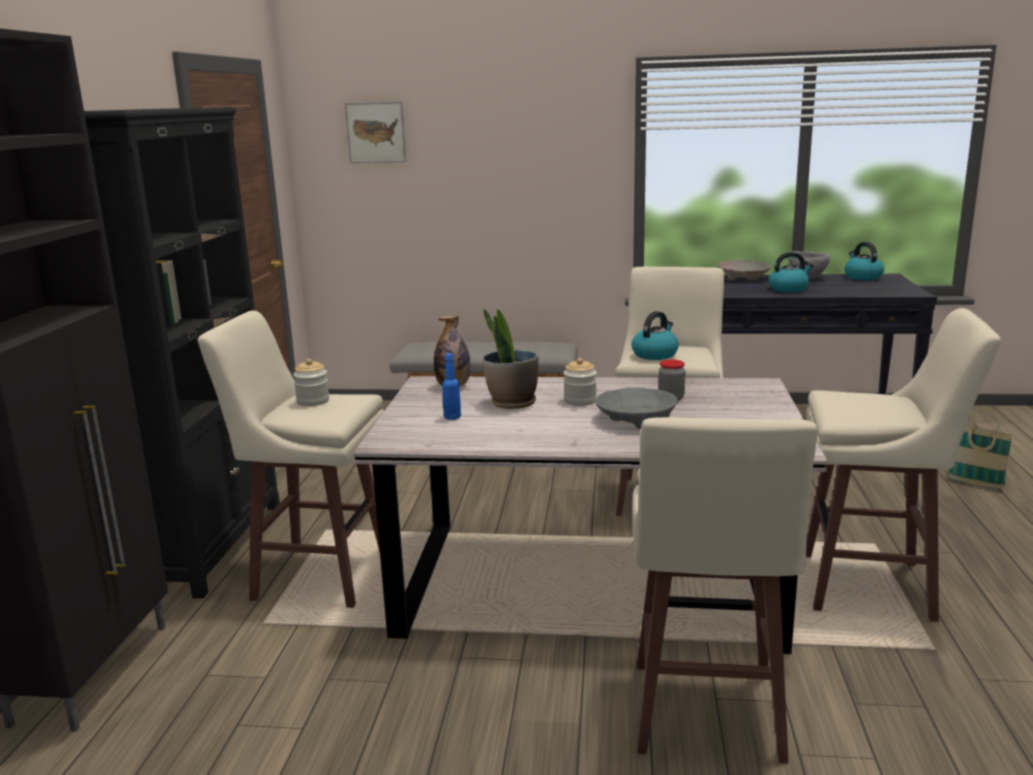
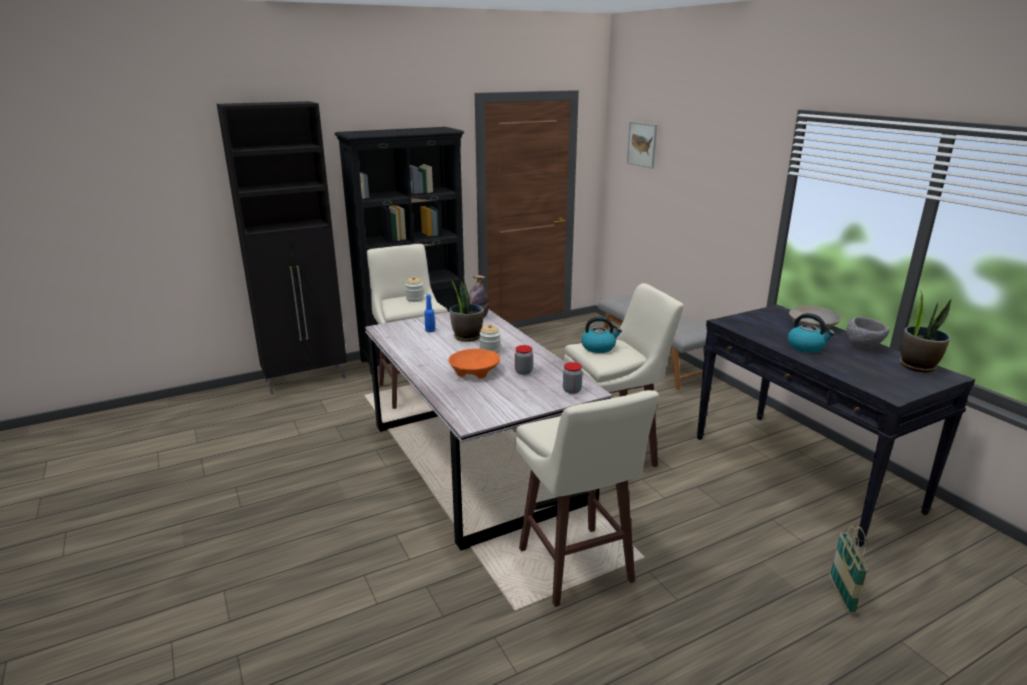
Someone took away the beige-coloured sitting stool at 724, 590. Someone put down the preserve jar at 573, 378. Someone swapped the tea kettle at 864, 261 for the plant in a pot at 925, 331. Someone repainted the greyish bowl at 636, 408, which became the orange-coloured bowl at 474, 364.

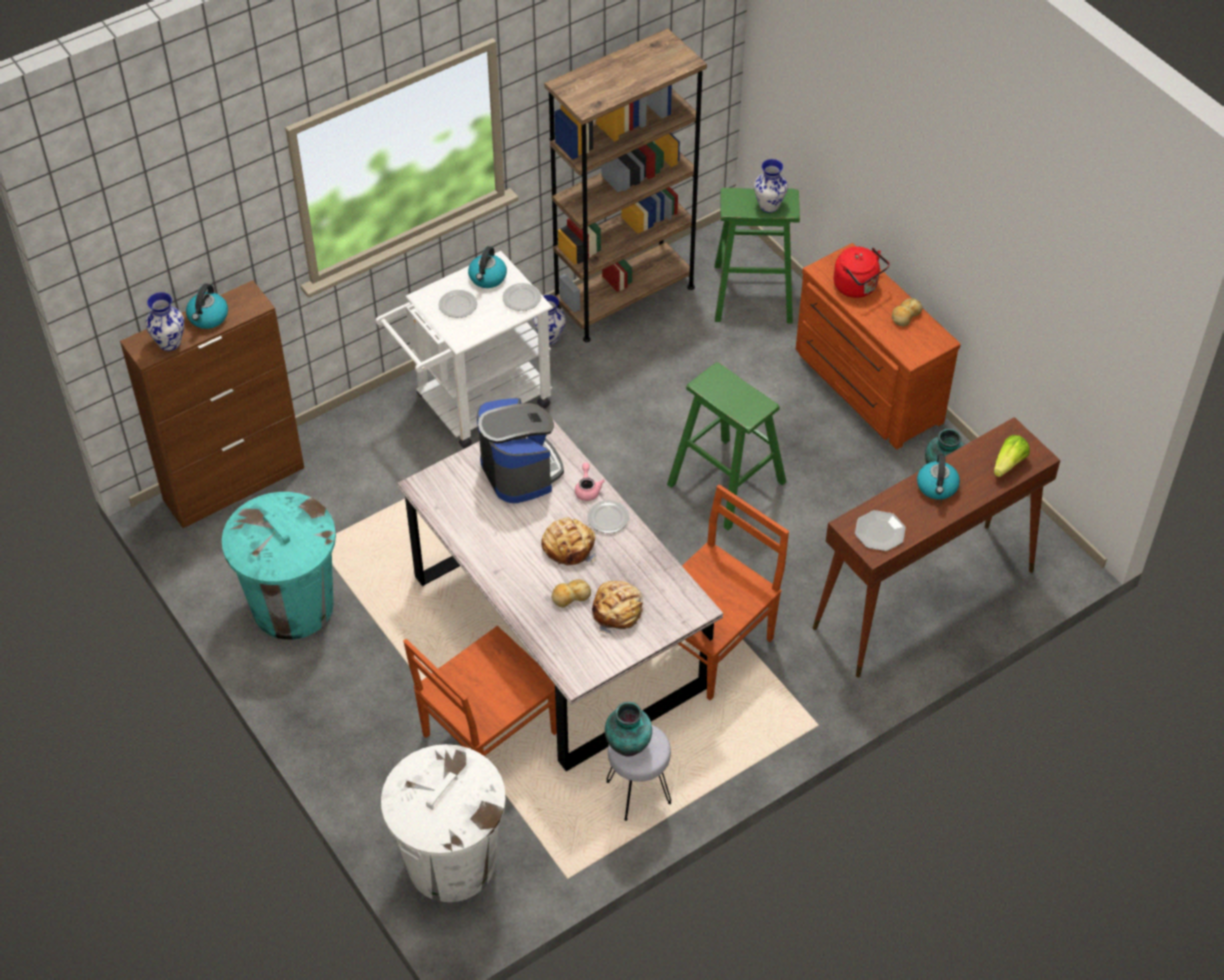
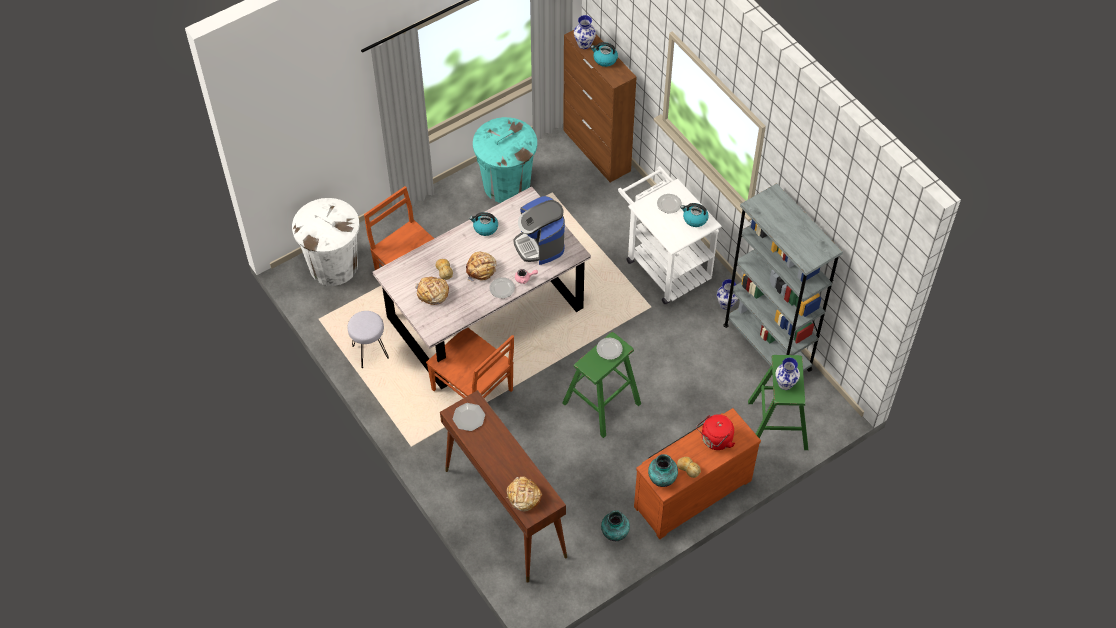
Someone carried the dinner plate from 522, 297 to 610, 349. Someone carried the vase from 628, 729 to 663, 470. Someone carried the tea kettle from 938, 477 to 483, 224. Someone swapped the lettuce head at 1012, 456 for the bakery bread at 524, 494. Someone repainted the brown bookshelf at 625, 185, which became the greyish bookshelf at 783, 277. Someone rotated the coffee maker at 520, 450 by 90 degrees clockwise.

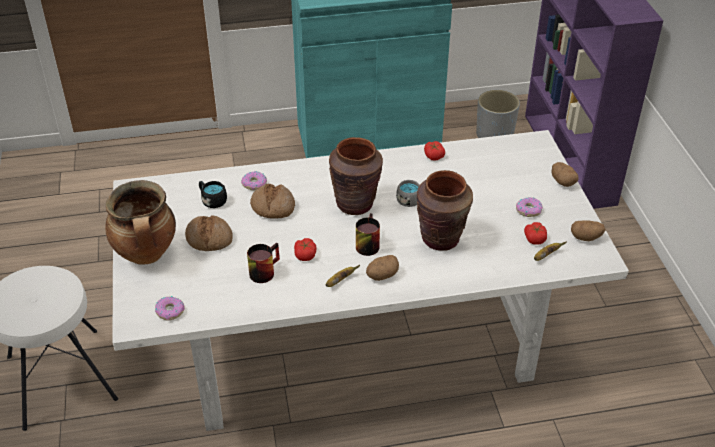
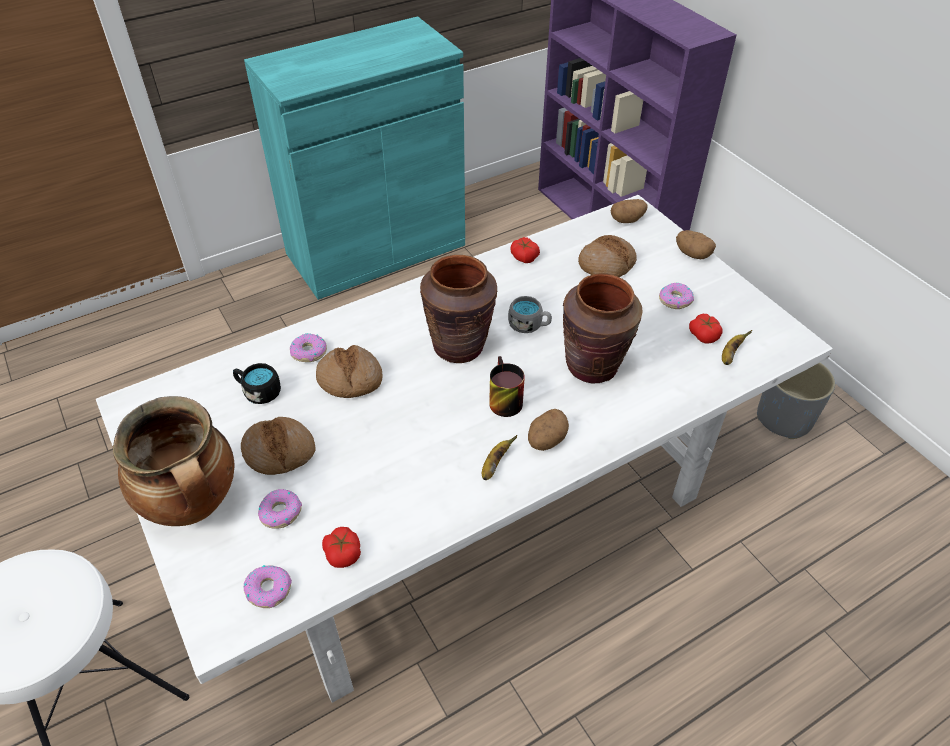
Someone took away the coffee mug at 263, 263. Someone put down the doughnut at 280, 509. Someone put down the bakery bread at 607, 256. Someone carried the tomato from 305, 249 to 341, 547. Someone carried the greyish planter from 498, 114 to 796, 401. Someone carried the whole potato from 588, 230 to 629, 211.

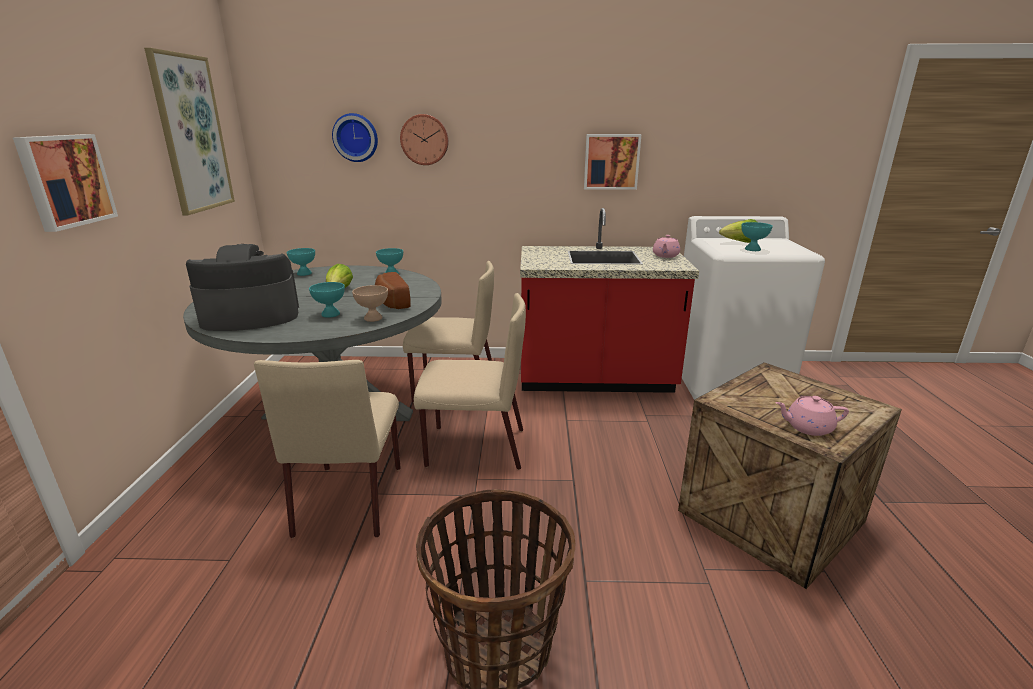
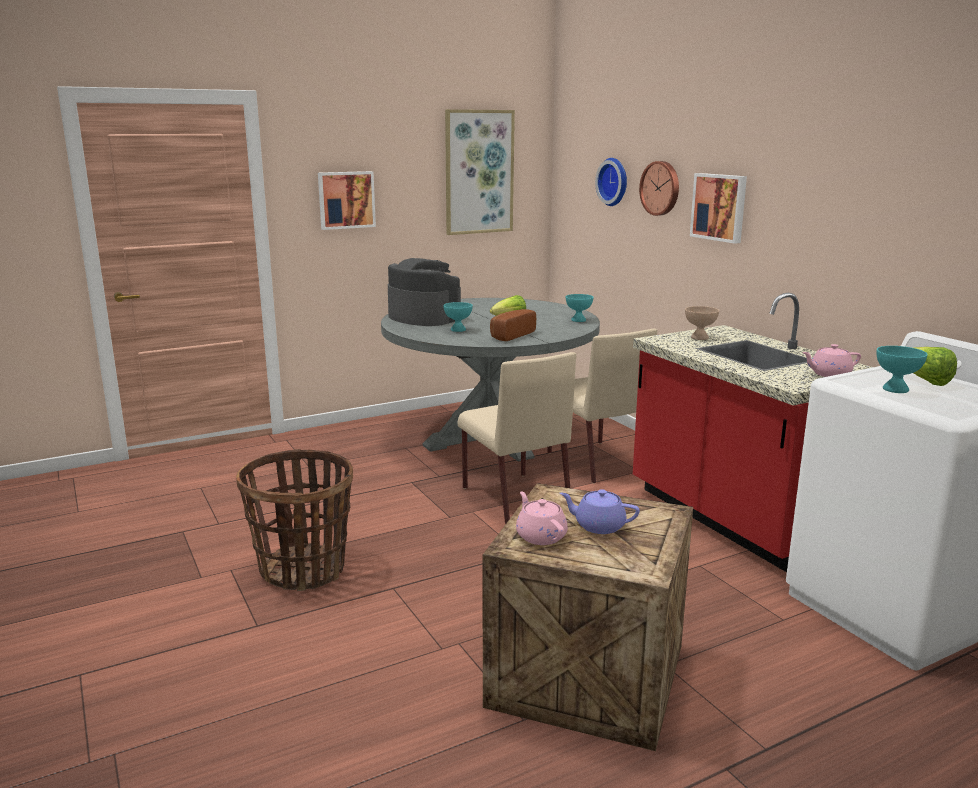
Someone took away the beige-coloured plain chair at 327, 449. Someone took away the blue-green bowl at 301, 262. Someone put down the purple-coloured pot for tea at 600, 511. Someone carried the beige-coloured bowl from 370, 303 to 702, 323. Someone carried the picture from 612, 162 to 718, 208.

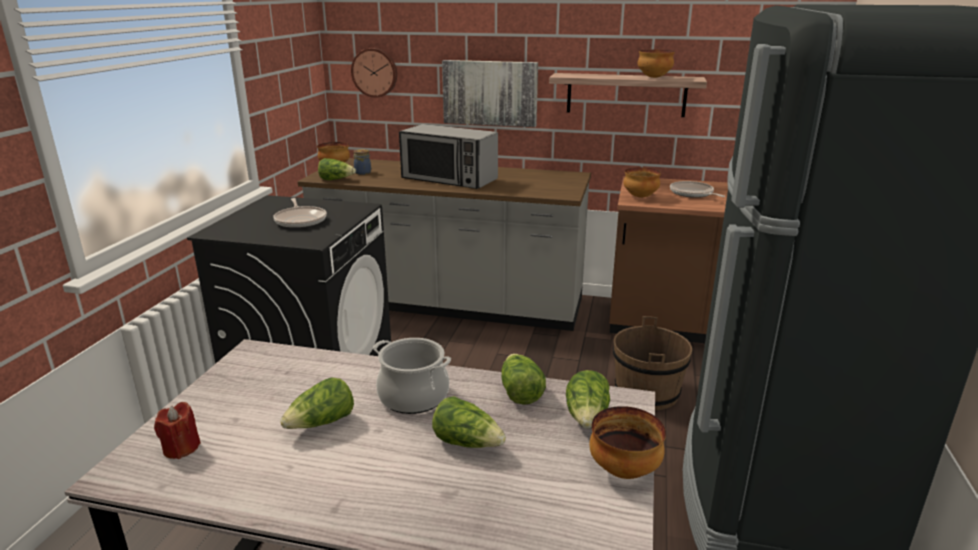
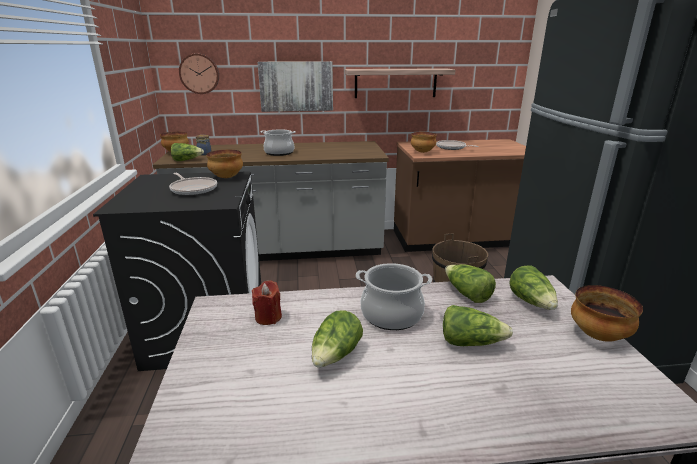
Someone carried the reddish wax light from 177, 430 to 267, 302. Someone carried the bowl from 656, 64 to 224, 164. Someone swapped the microwave oven at 448, 156 for the saucepot at 278, 142.

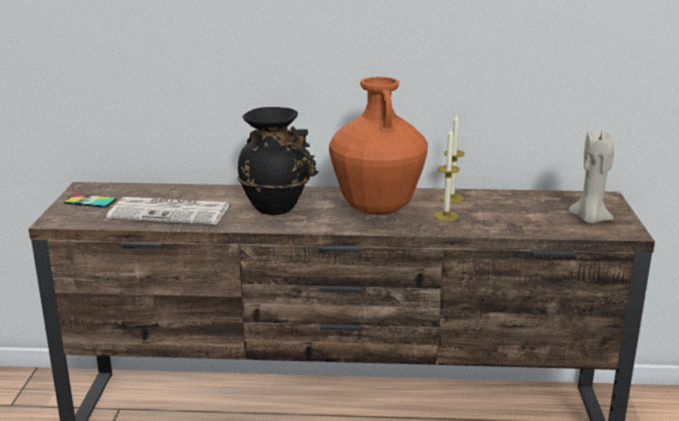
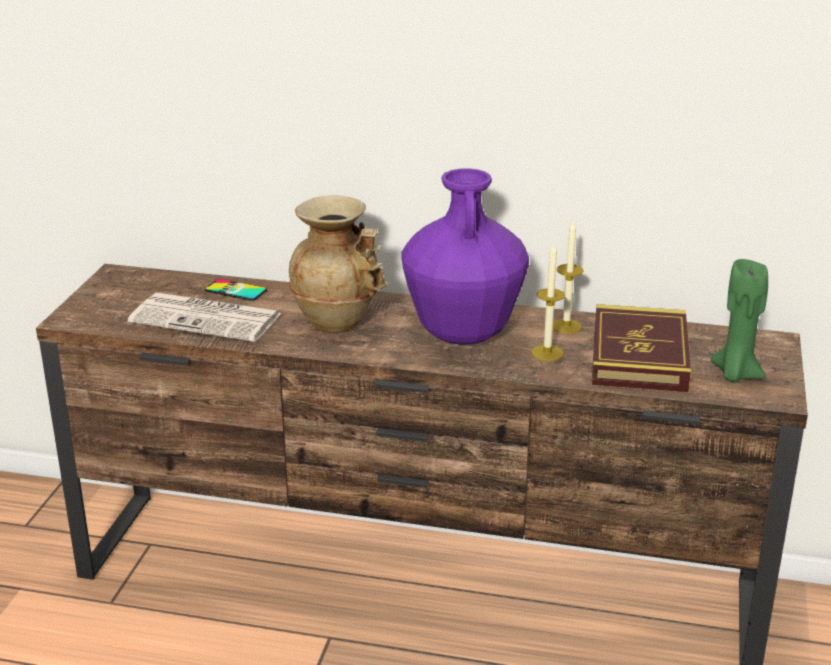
Someone put down the bound book at 641, 348. Someone carried the phone from 90, 201 to 235, 290. Someone repainted the black-coloured vase at 278, 161, which became the beige-coloured vase at 338, 264. Someone repainted the orange-coloured vase at 378, 146, which became the purple-coloured vase at 465, 256. Someone repainted the beige-coloured wax light at 591, 177, which became the green-coloured wax light at 739, 320.

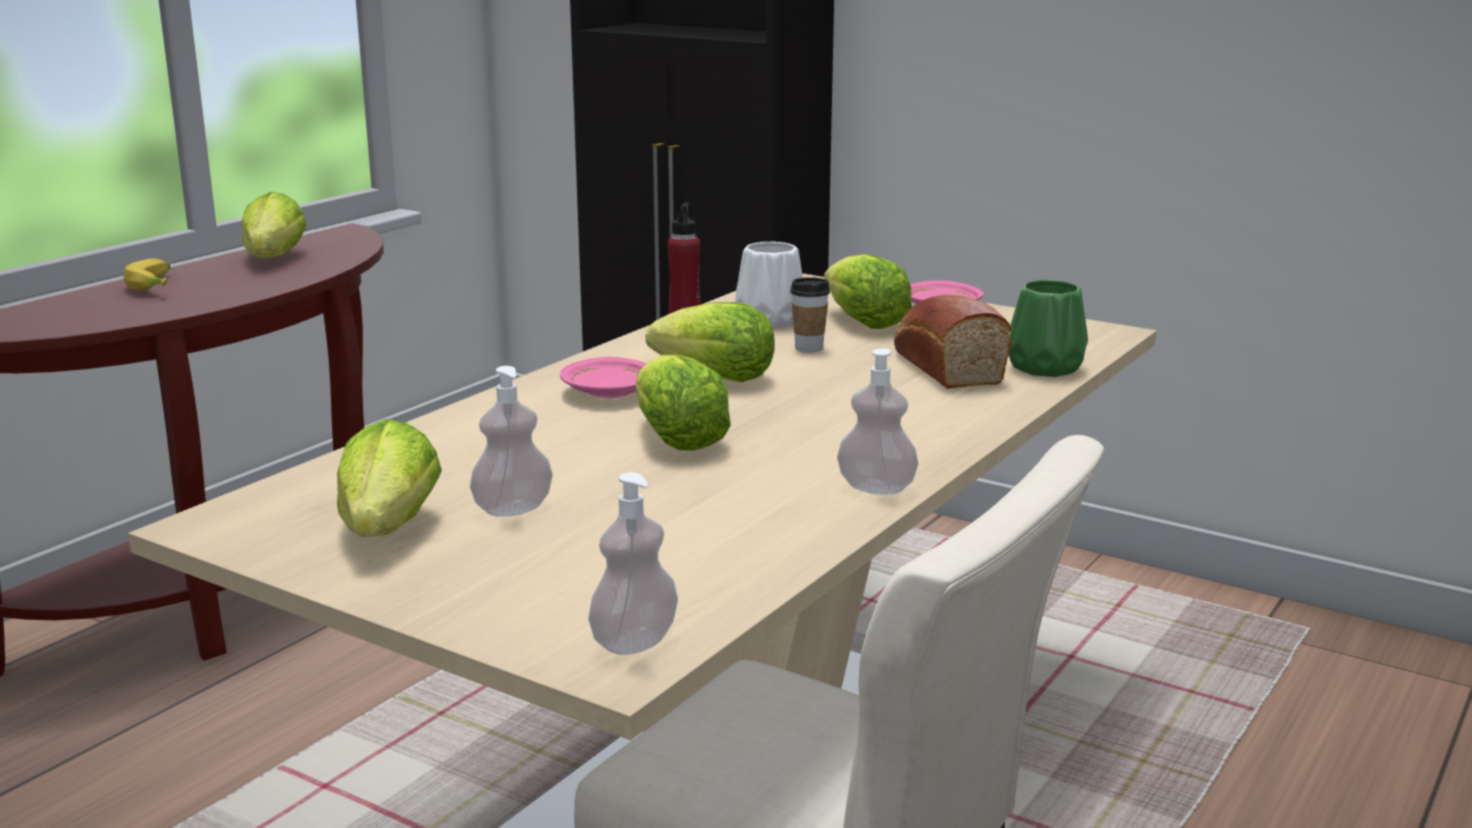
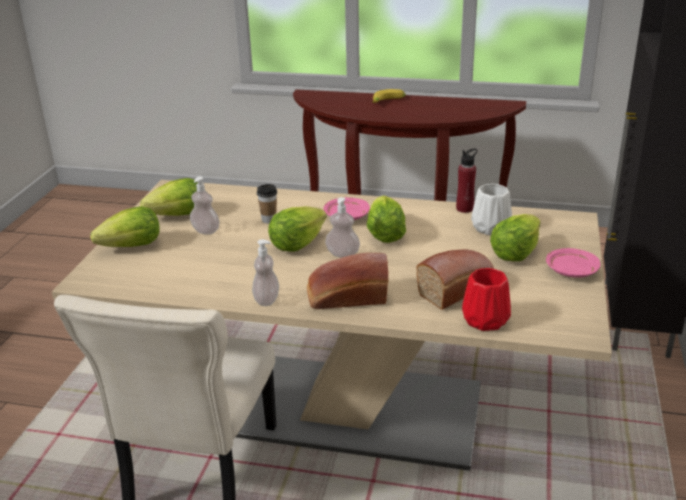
Someone put down the bakery bread at 347, 281. Someone carried the lettuce head from 274, 225 to 125, 226. Someone carried the soap bottle from 633, 563 to 342, 227. Someone carried the cup from 810, 314 to 267, 203. Someone repainted the green-coloured vase at 1048, 328, which became the reddish vase at 486, 299.

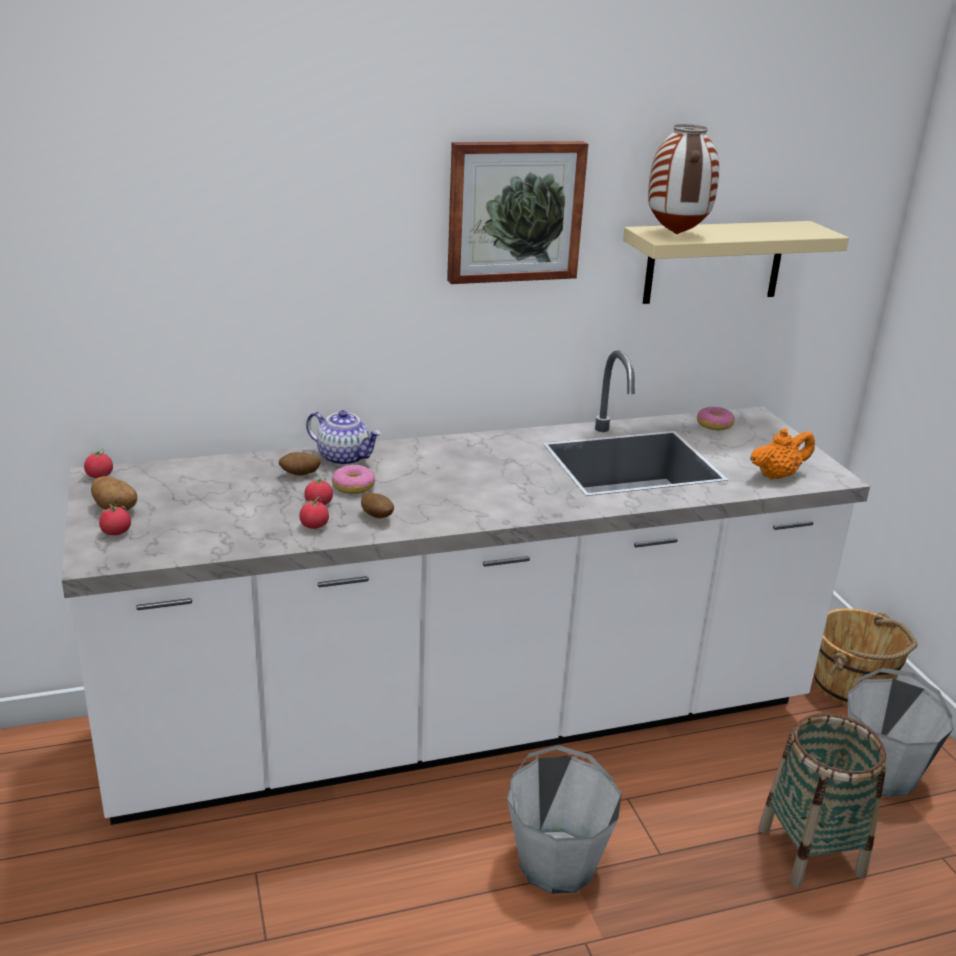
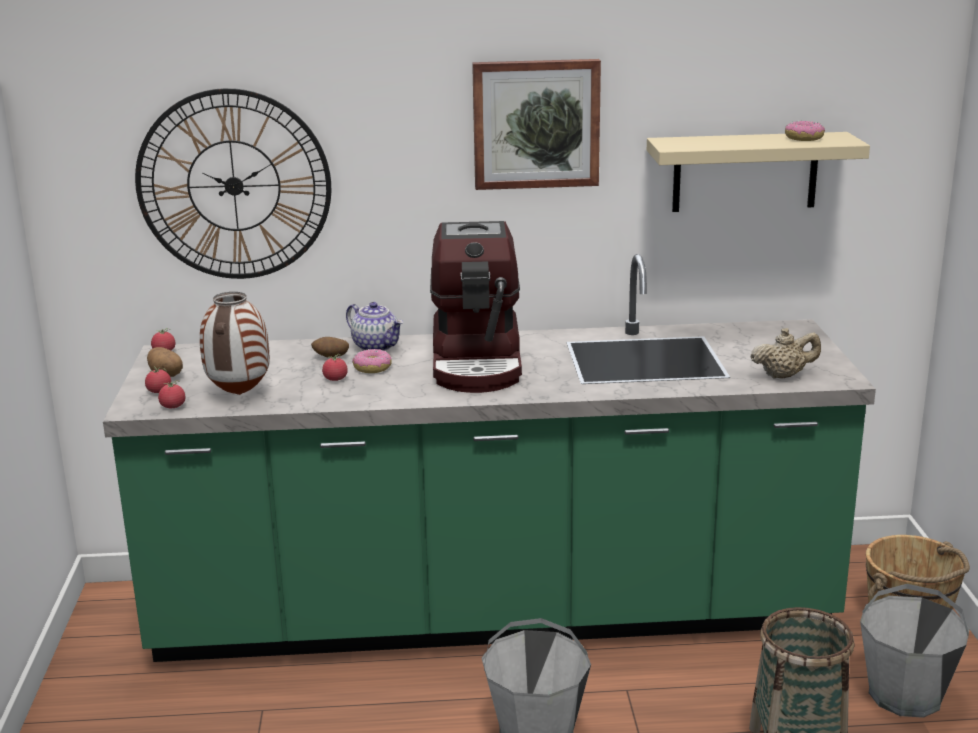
Someone took away the whole potato at 377, 505. Someone put up the wall clock at 233, 183. Someone put down the coffee maker at 476, 307. Someone carried the tomato from 314, 513 to 171, 394. Someone carried the vase from 683, 179 to 235, 343. Someone carried the doughnut from 716, 418 to 805, 131. Someone repainted the white counter at 466, 587, which became the green-coloured counter at 489, 458. Someone repainted the orange-coloured pot for tea at 782, 453, which became the beige-coloured pot for tea at 786, 353.

